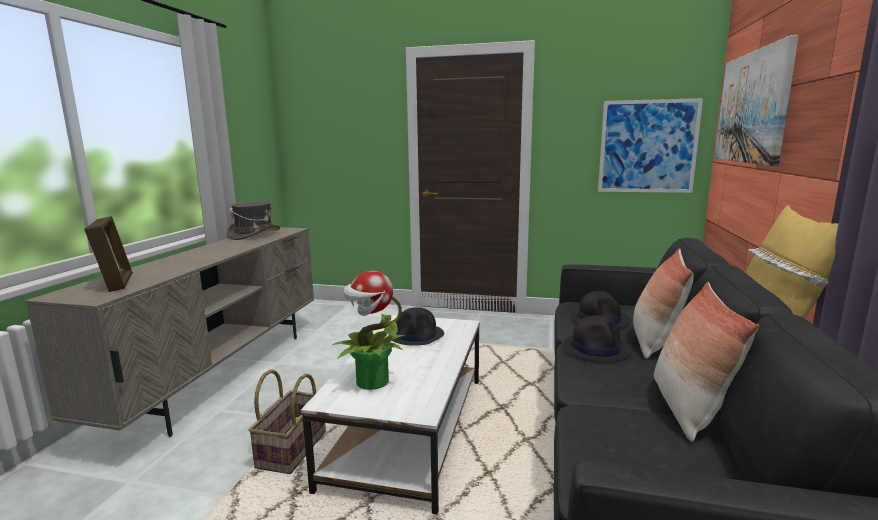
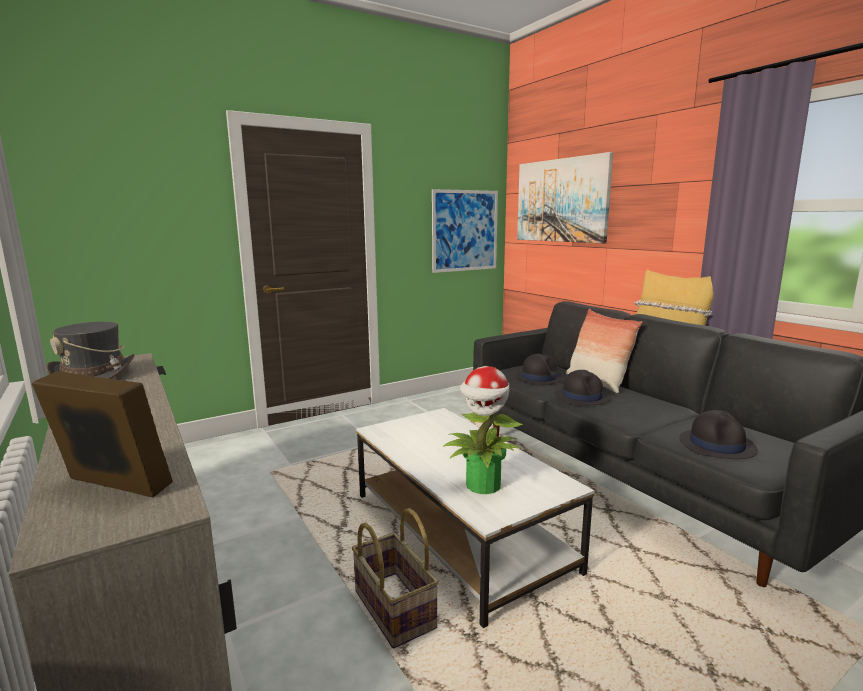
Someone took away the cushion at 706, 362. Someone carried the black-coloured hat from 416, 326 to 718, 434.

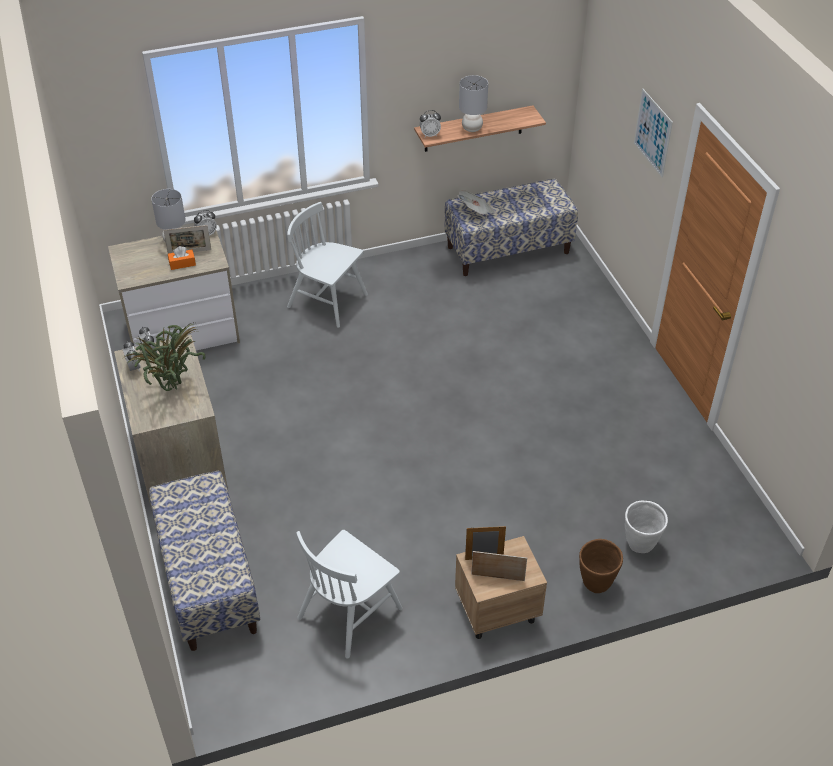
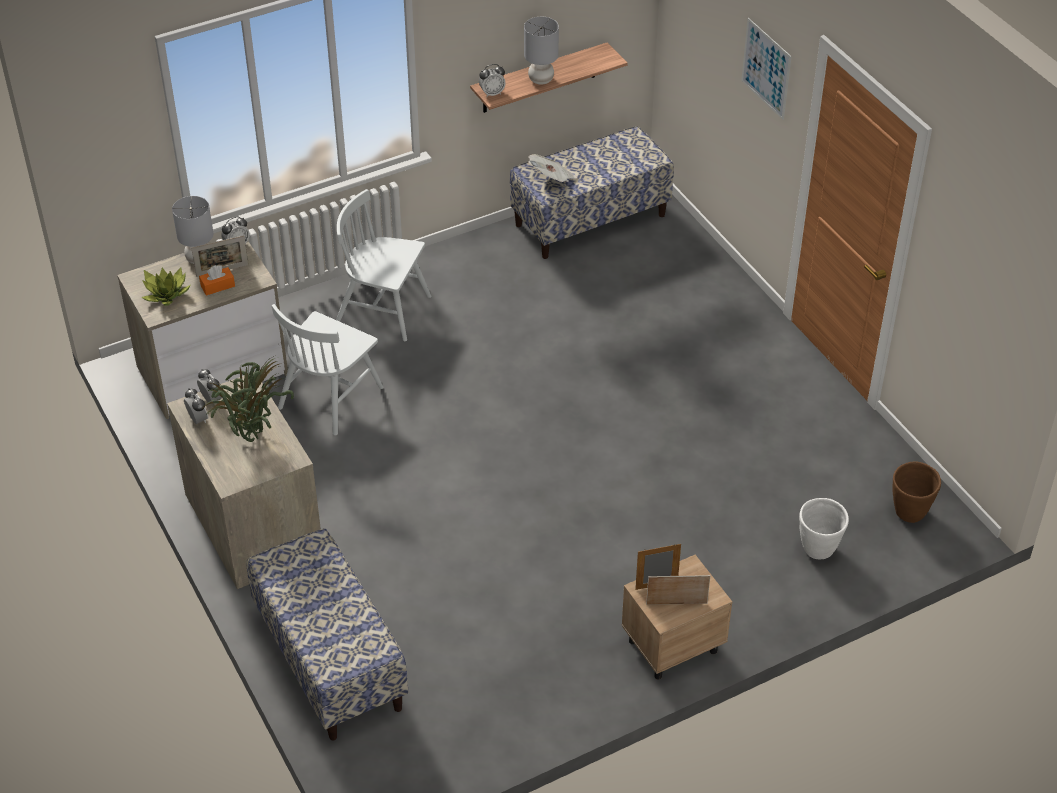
Someone put down the plant in a pot at 166, 287. Someone carried the white plain chair from 349, 594 to 327, 369. Someone carried the brown planter from 601, 566 to 916, 492.

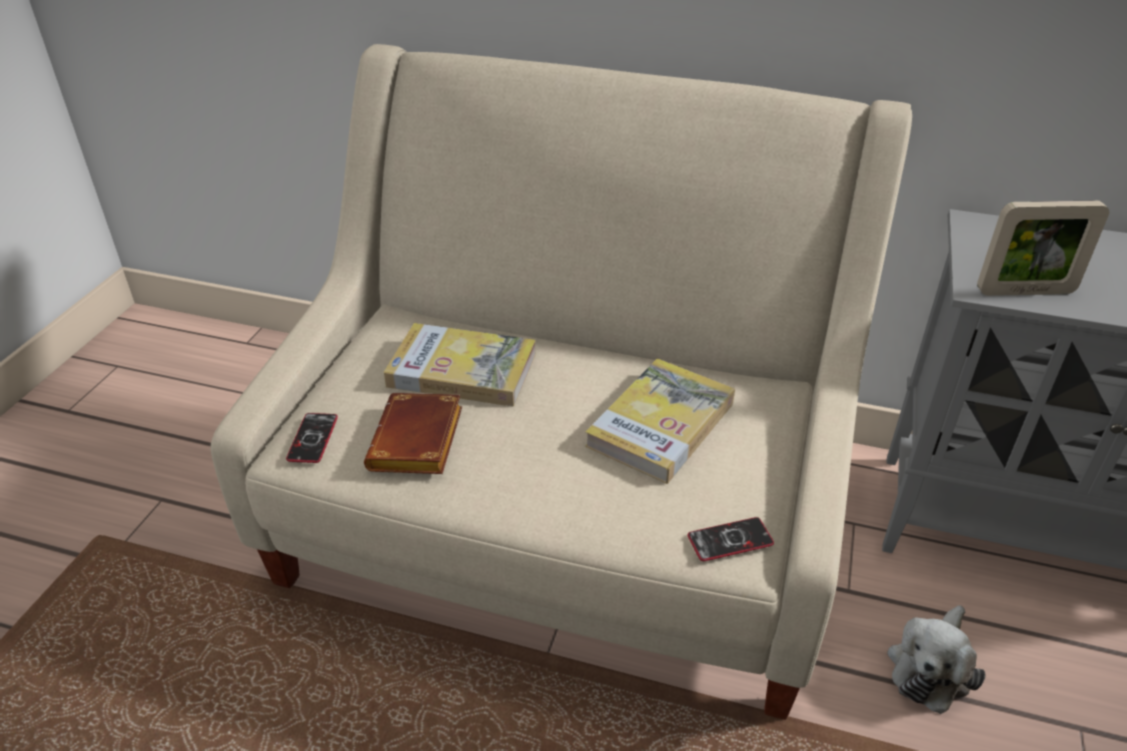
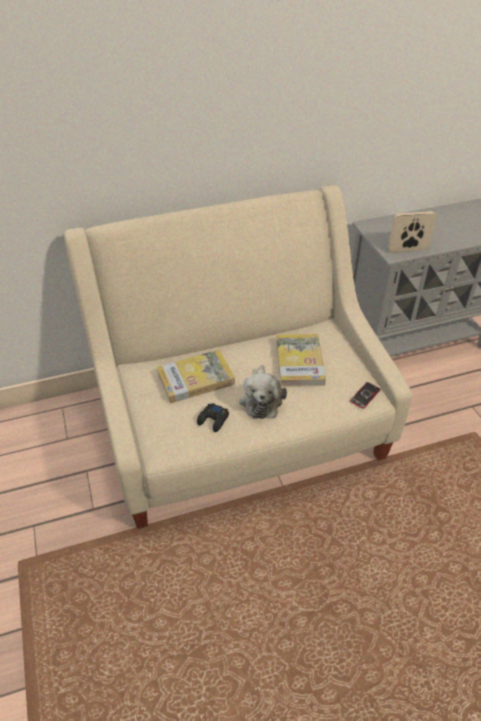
Someone took away the phone at 312, 438. Someone carried the cuddly toy from 936, 659 to 263, 392. Someone swapped the brown bound book at 413, 433 for the black-coloured game controller at 213, 417. Someone rotated the picture frame at 1043, 248 by 150 degrees counterclockwise.

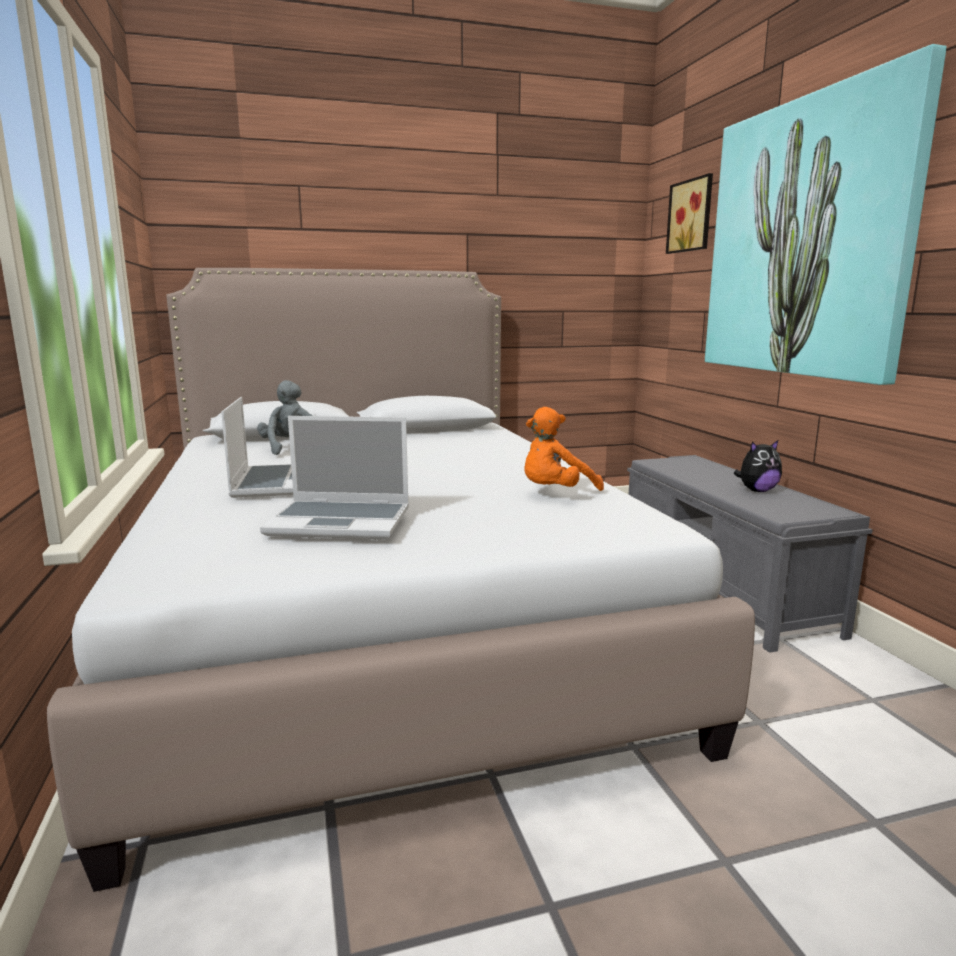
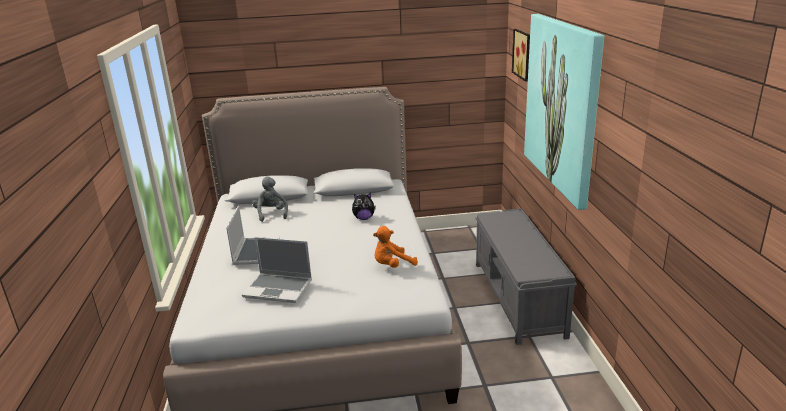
Someone carried the cuddly toy from 758, 466 to 364, 206.

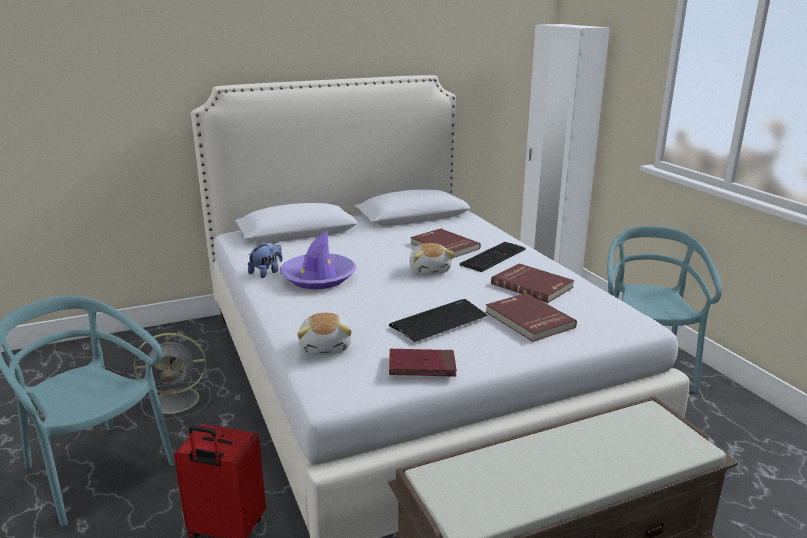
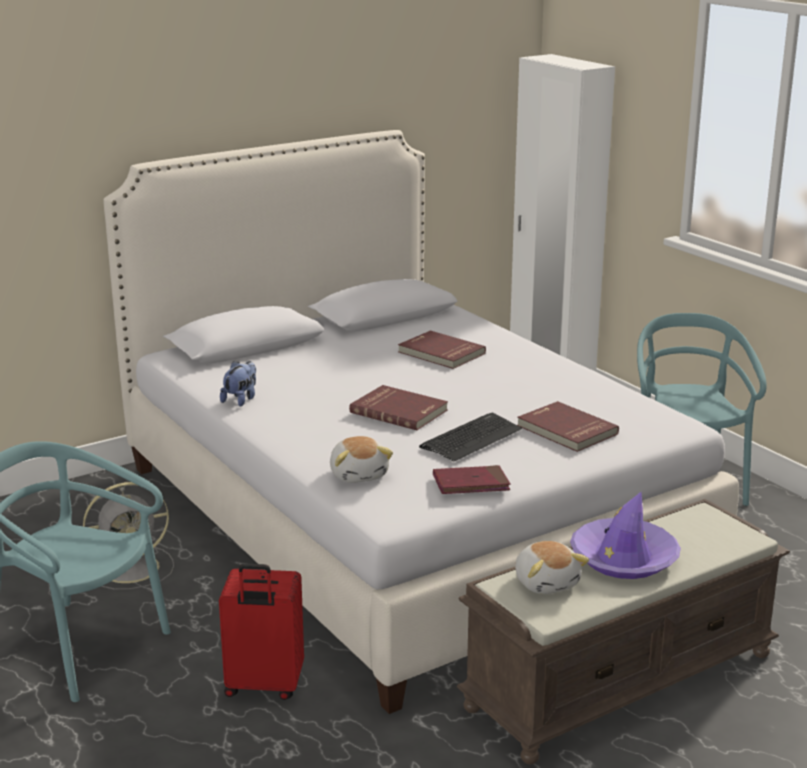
Someone took away the PC keyboard at 493, 257. Someone carried the purple-coloured hat from 318, 259 to 625, 535. Someone carried the cuddly toy from 432, 259 to 552, 567. Someone carried the reddish bound book from 532, 283 to 398, 407.

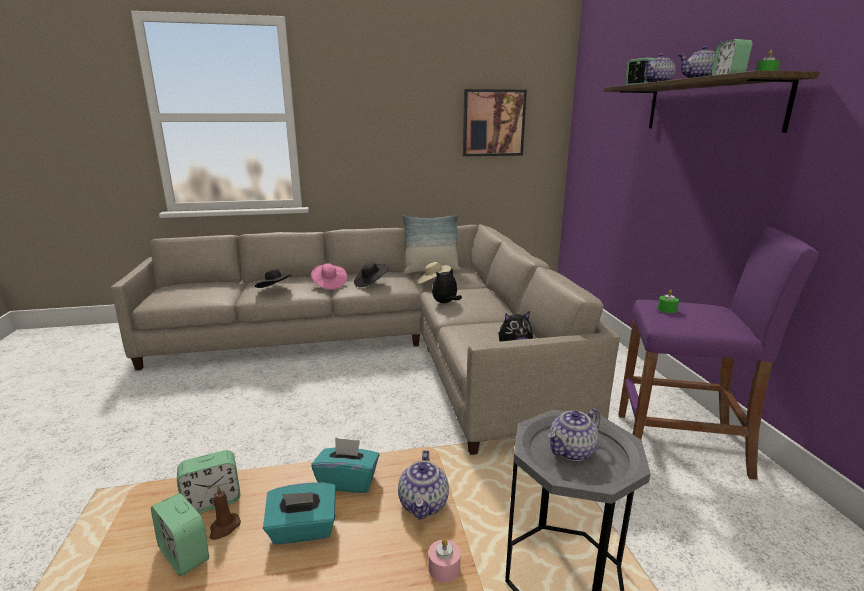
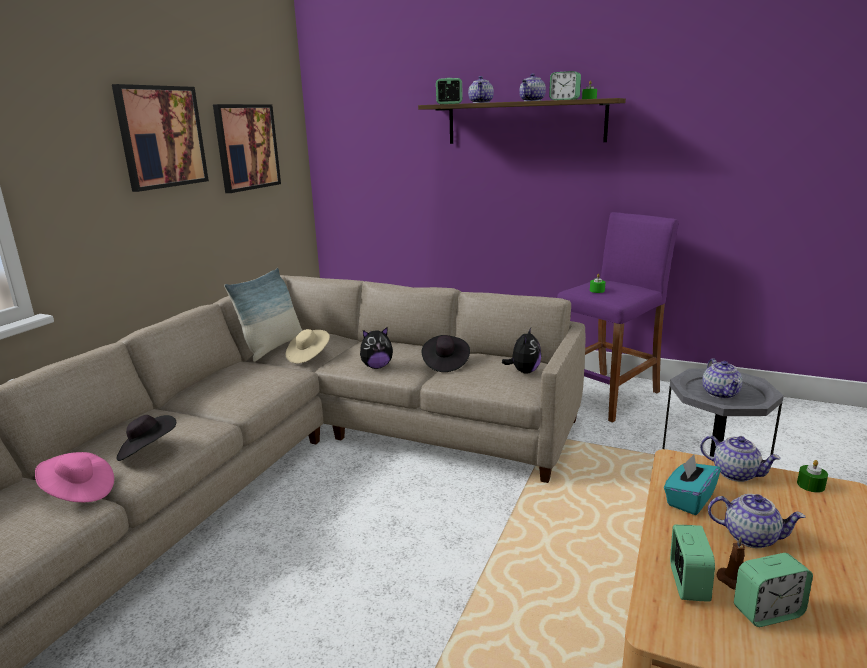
Someone put up the picture at 160, 138. Someone carried the pink hat from 329, 276 to 74, 477. Someone carried the black-coloured hat from 371, 274 to 445, 353. Someone swapped the blue-green box of tissues at 299, 513 for the pot for tea at 756, 521. Someone repainted the pink wax light at 444, 560, which became the green-coloured wax light at 812, 476. Someone rotated the cuddly toy at 447, 286 by 105 degrees counterclockwise.

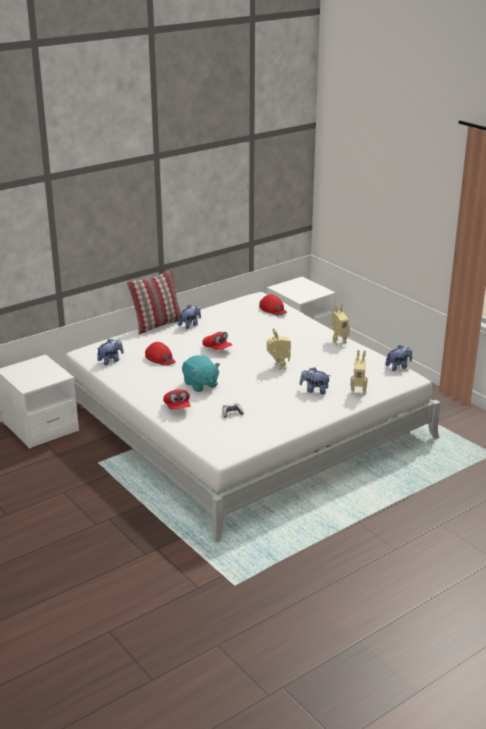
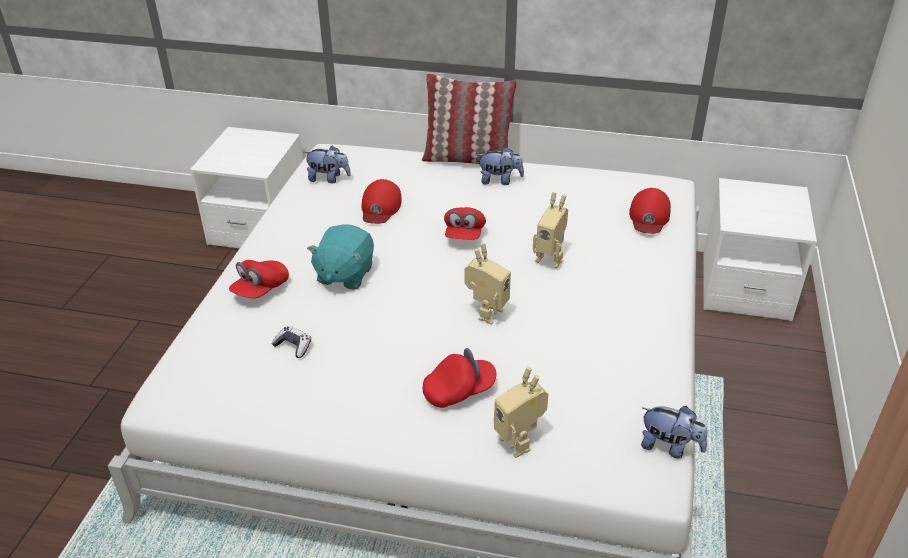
Someone carried the model robot from 340, 324 to 550, 230. Someone swapped the cuddly toy at 314, 381 for the reddish baseball cap at 459, 378.

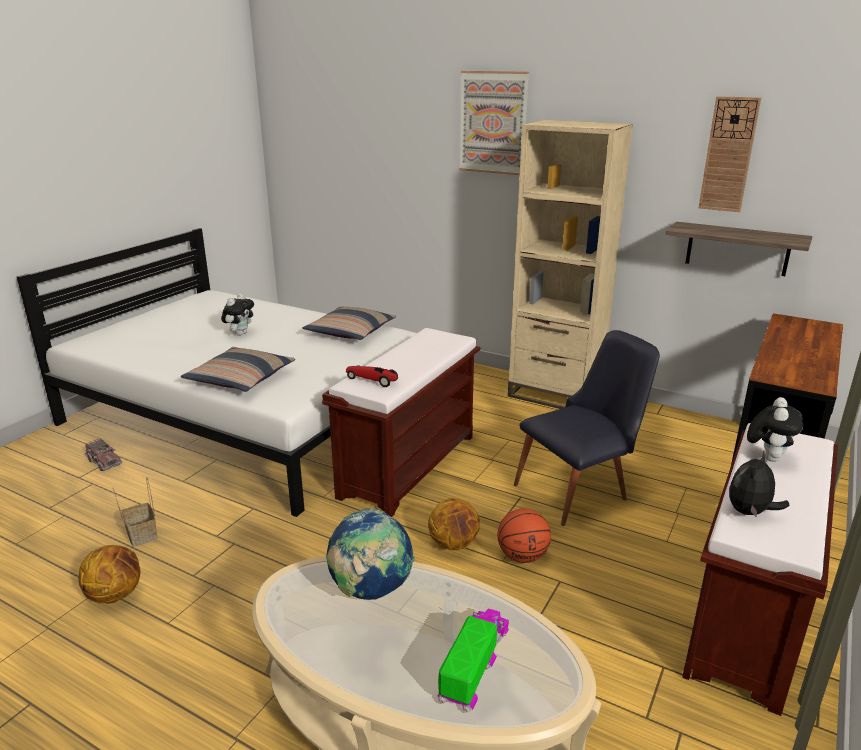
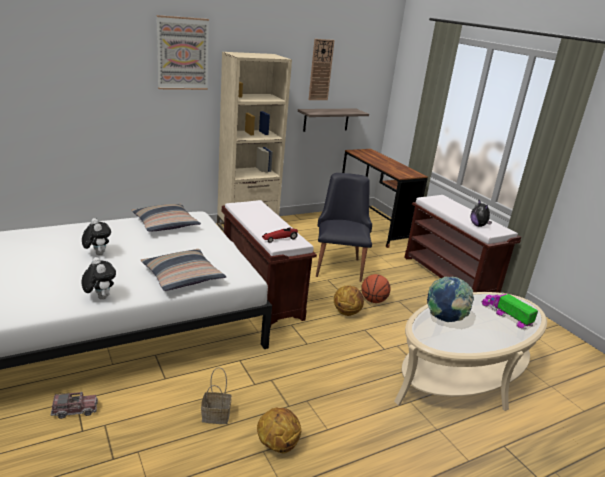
Someone carried the cuddly toy from 775, 429 to 99, 278.

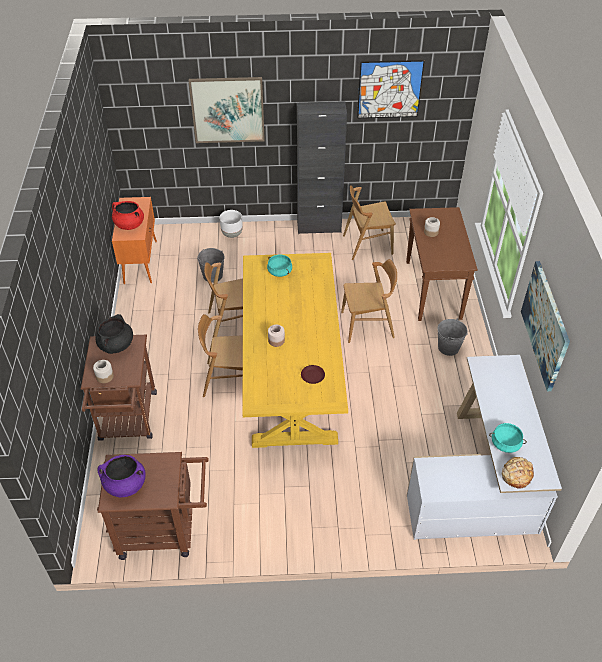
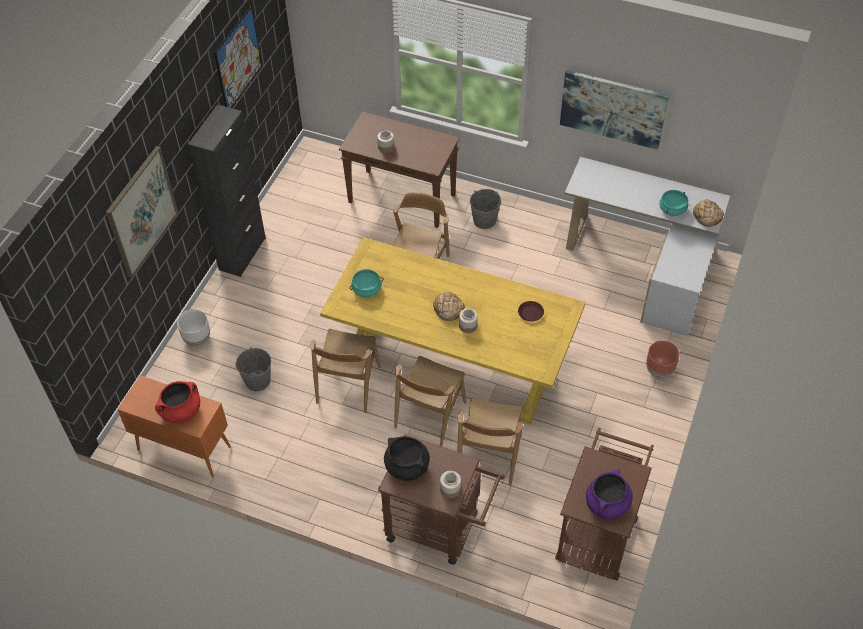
Someone put down the bakery bread at 449, 306. Someone put down the brown planter at 663, 359. Someone carried the brown plain chair from 369, 222 to 490, 442.

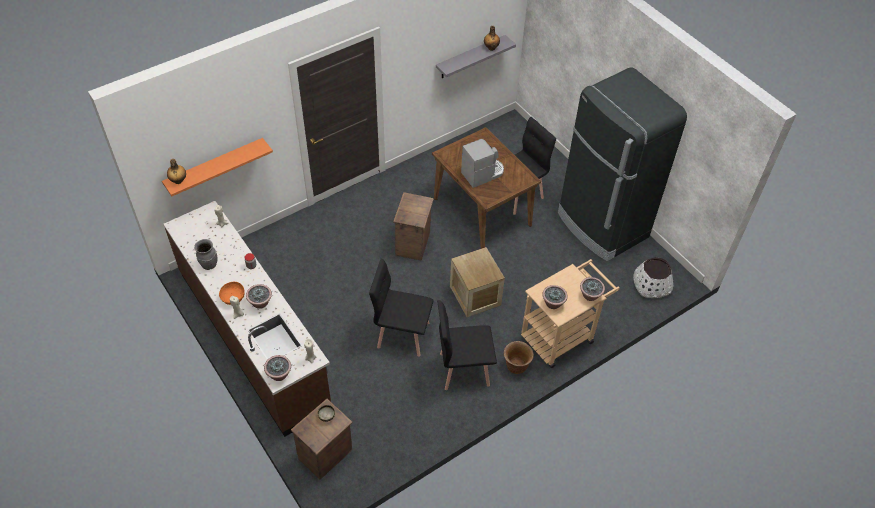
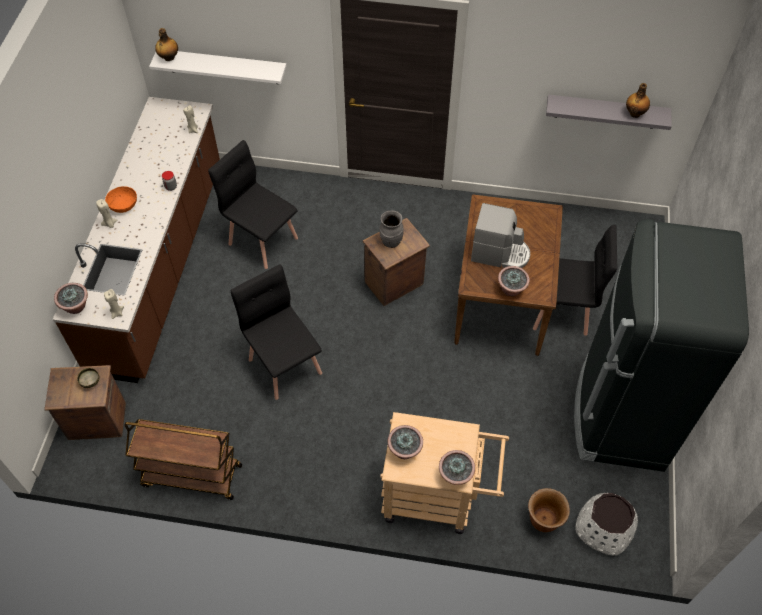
Someone took away the crate at 477, 282. Someone put down the brown trolley at 183, 459. Someone carried the greyish vase from 206, 254 to 391, 229. Someone carried the plant in a pot from 259, 296 to 514, 281. Someone carried the black-coloured plain chair from 467, 345 to 253, 204. Someone carried the brown planter from 519, 357 to 549, 510. Someone repainted the orange-coloured bracket shelf at 217, 167, which became the white bracket shelf at 217, 67.

